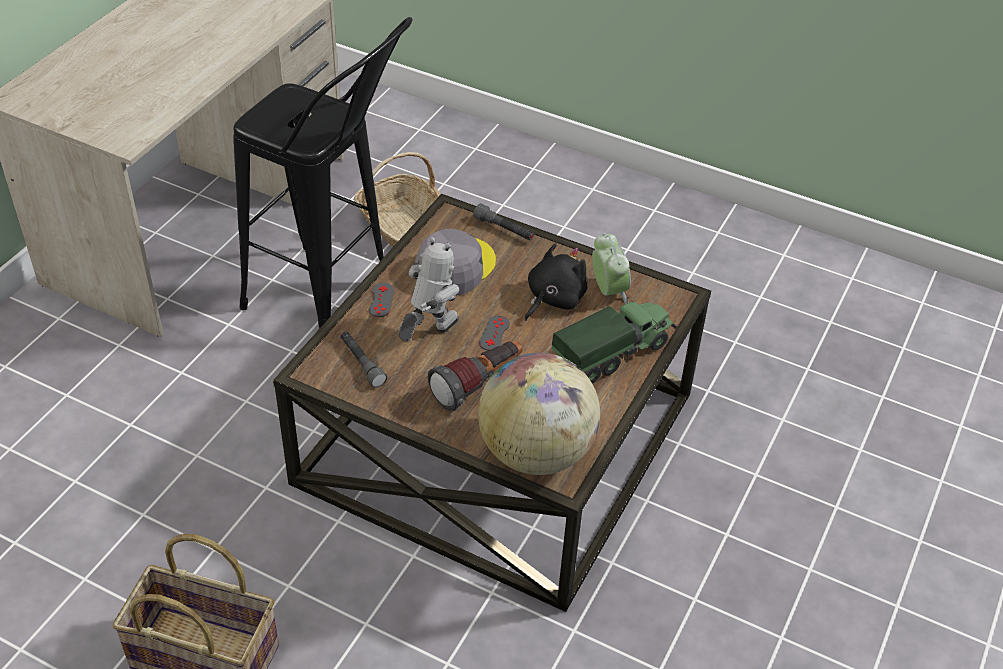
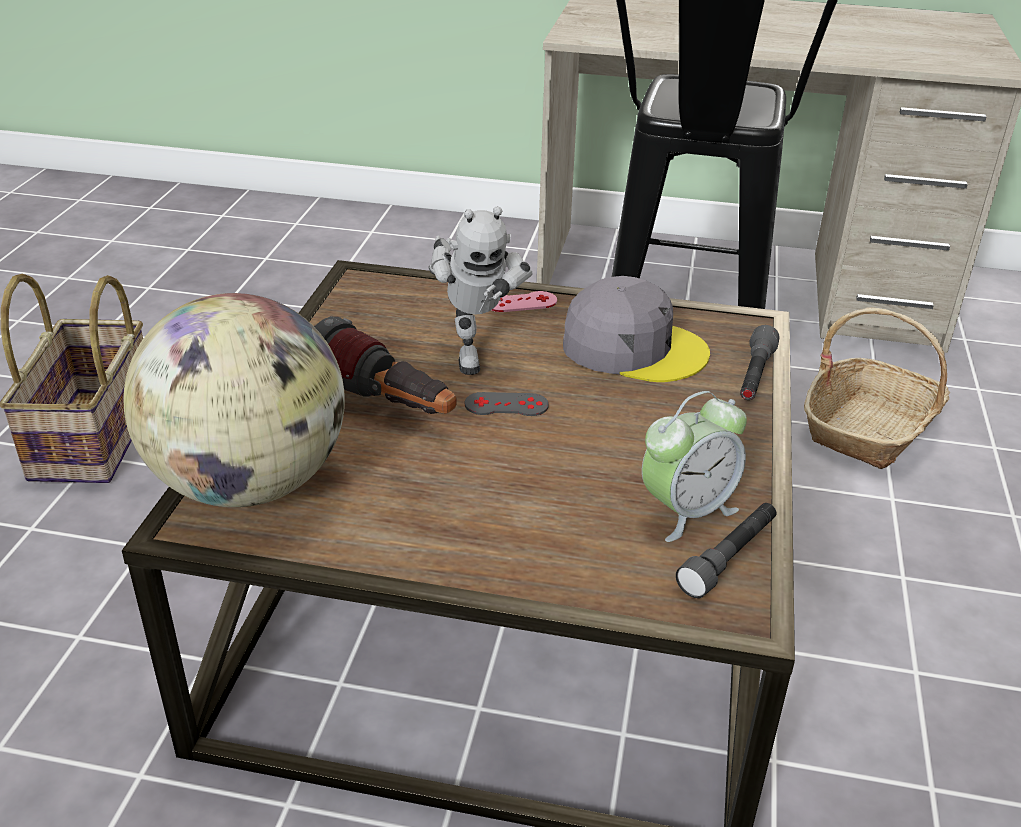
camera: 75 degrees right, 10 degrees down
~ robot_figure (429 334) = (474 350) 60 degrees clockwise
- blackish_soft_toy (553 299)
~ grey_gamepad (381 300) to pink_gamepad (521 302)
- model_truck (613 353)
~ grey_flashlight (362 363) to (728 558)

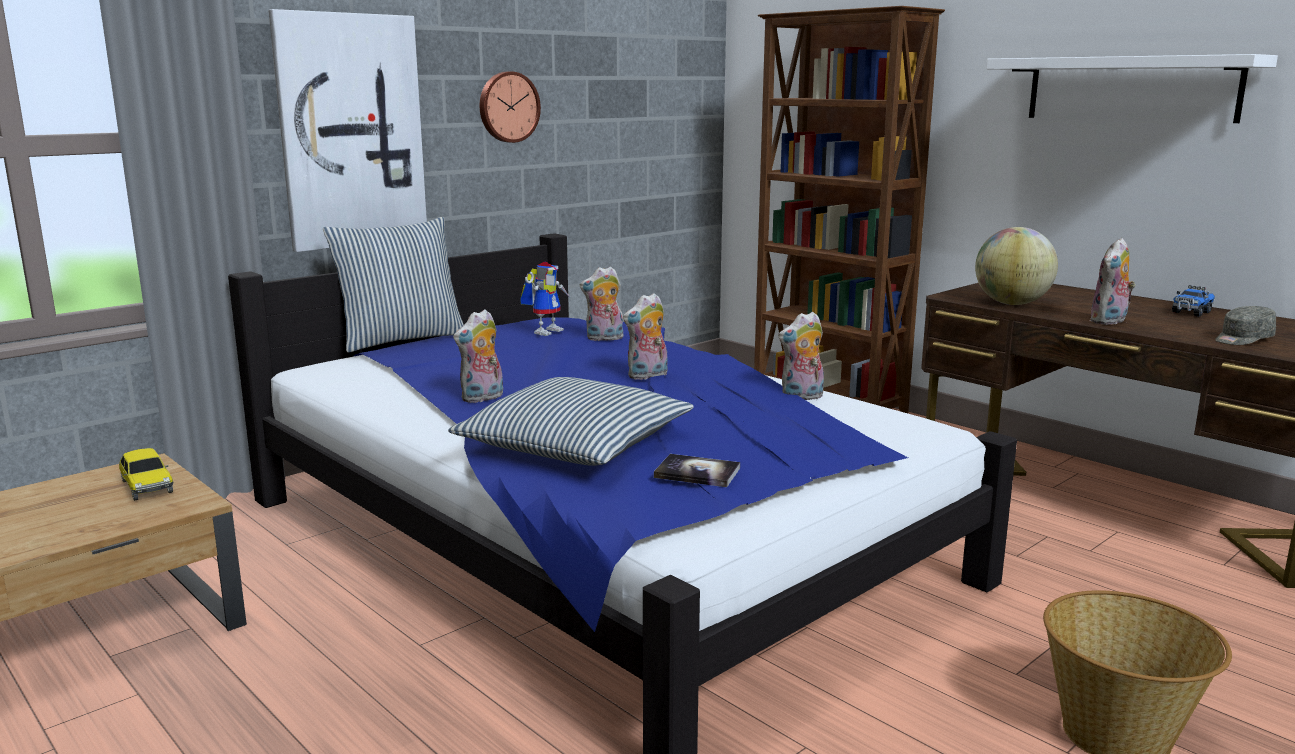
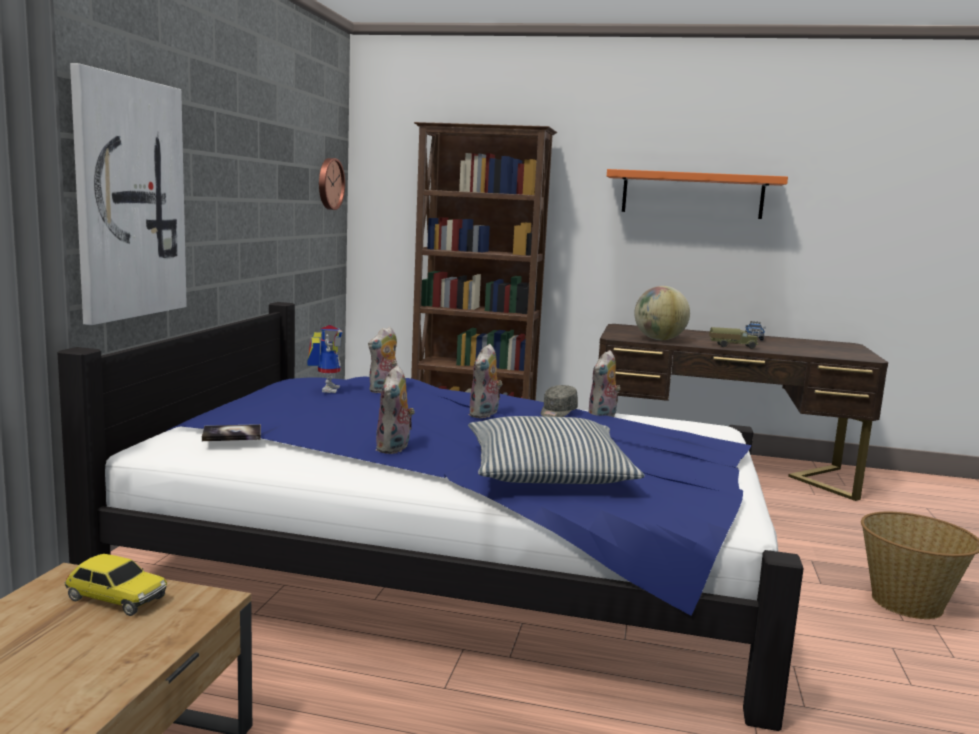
camera: 35 degrees left, 5 degrees down
~ white-coloured_wall_shelf (1131 89) to orange_wall_shelf (692 195)
~ wall_clock (508 107) to (329 183)
- pillow (401 340)
~ soft_toy (1109 321) to model_truck (732 346)
~ grey_baseball_cap (1242 339) to (557 412)
~ volume (697 473) to (232 434)

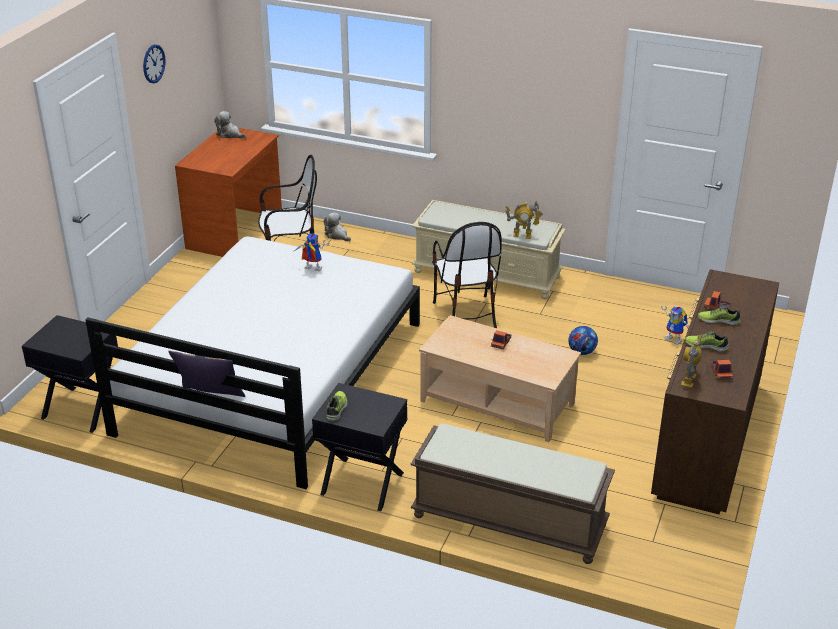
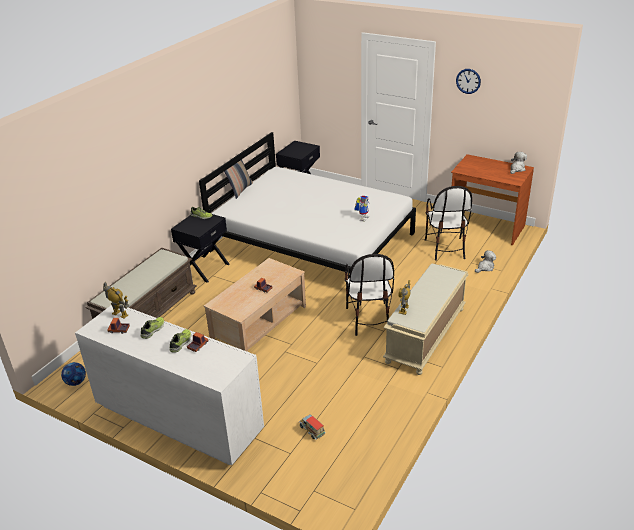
camera: 100 degrees right, 0 degrees up
~ upright_chair (466 314) = (369 319) 90 degrees counterclockwise
~ brown-coloured_dresser (706 440) to white-coloured_dresser (178 419)
~ robot_figure (675 339) to model_truck (312 431)
~ football (582 352) to (76 382)

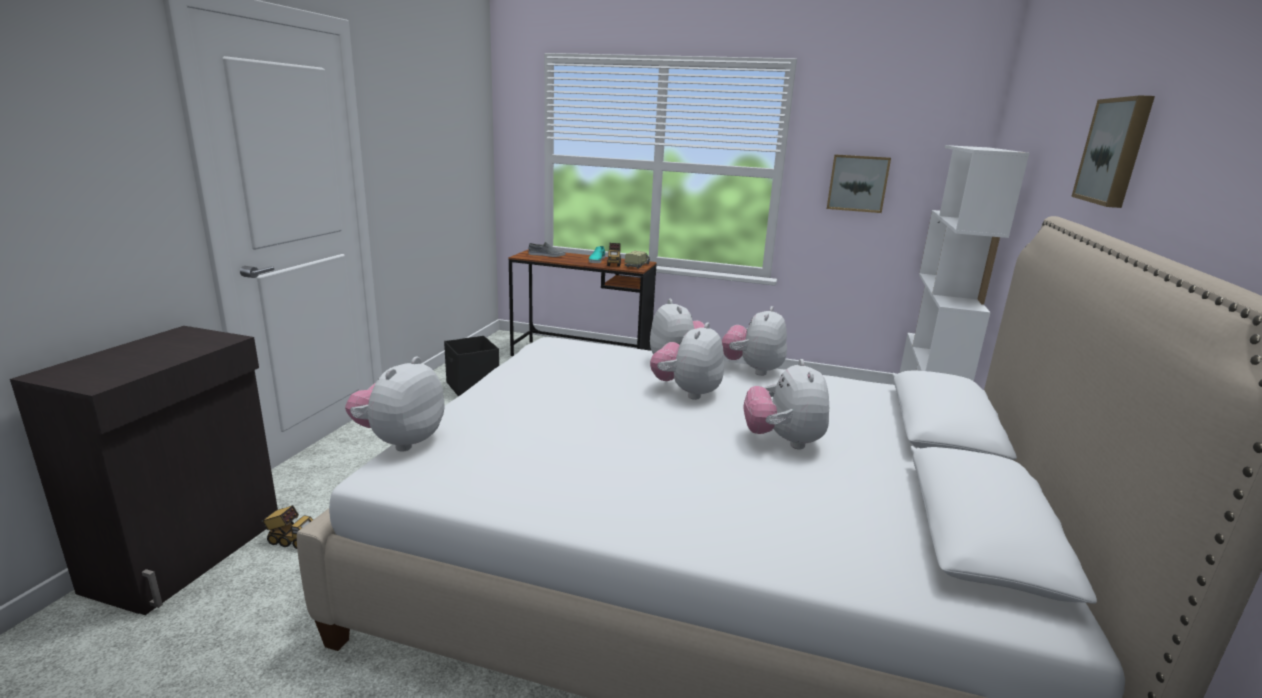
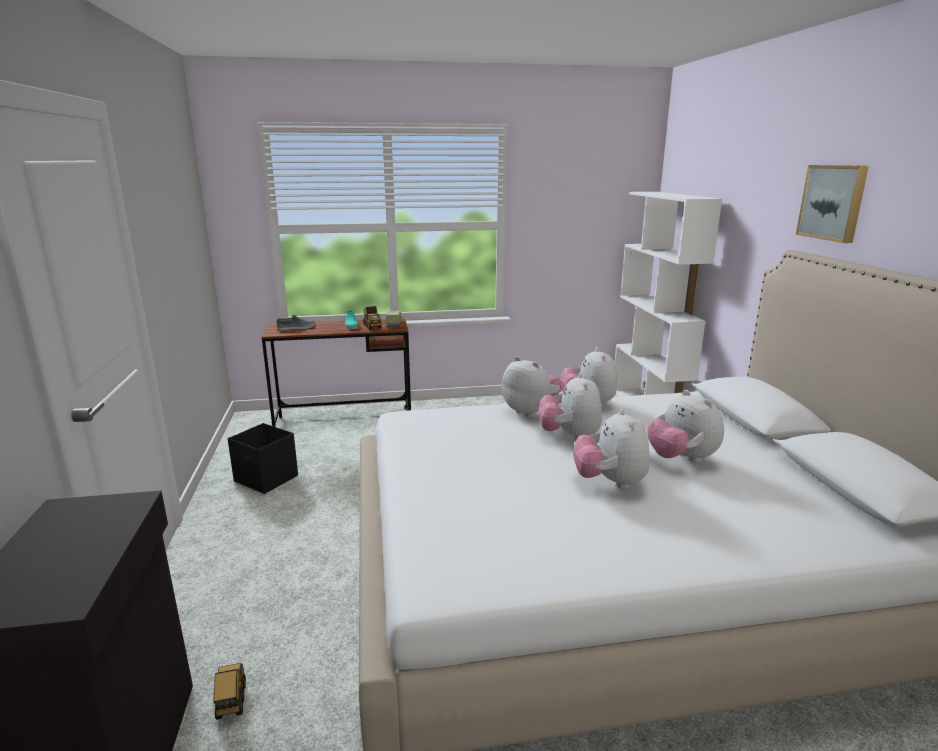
camera: 25 degrees left, 0 degrees up
- wall_picture (857 183)
~ soft_toy (400 441) to (610 482)
~ model_truck (292 541) = (231 702) 90 degrees counterclockwise

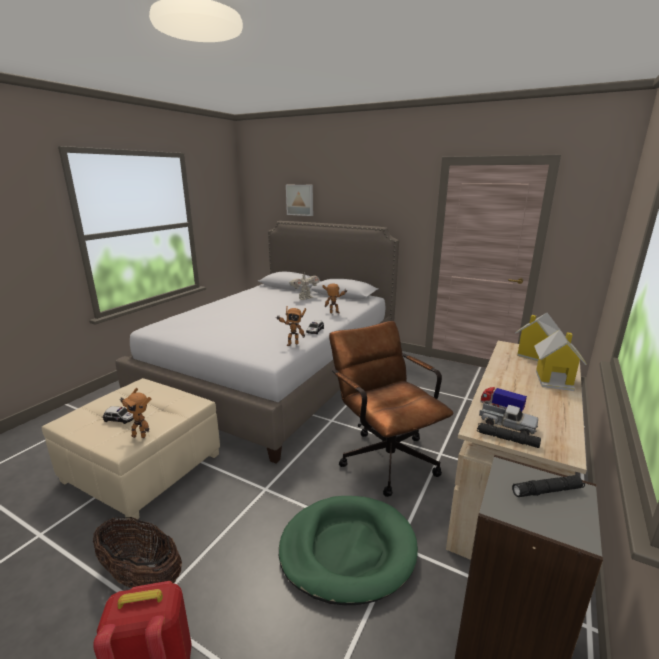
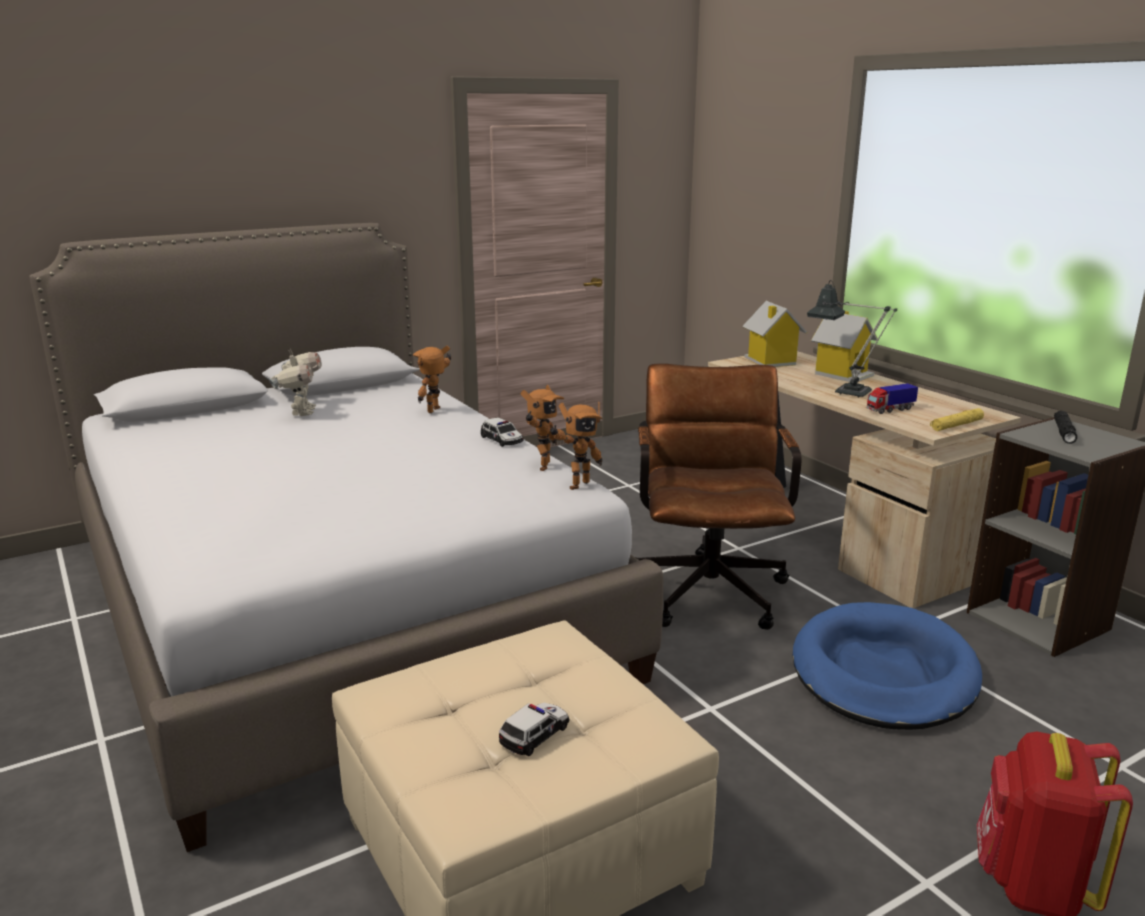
camera: 60 degrees left, 0 degrees up
- wall_picture (300 200)
~ brown-coloured_computer_chair (384 455) = (708 586) 90 degrees clockwise
~ robot_figure (140 435) to (576 484)
- model_truck (506 424)
~ blackish_flashlight (507 439) to yellowish_flashlight (956 425)
~ green_pet_bed (347 550) to bluish_pet_bed (883 673)
- household_basket (142 576)
+ lamp_for_a_table (844 391)

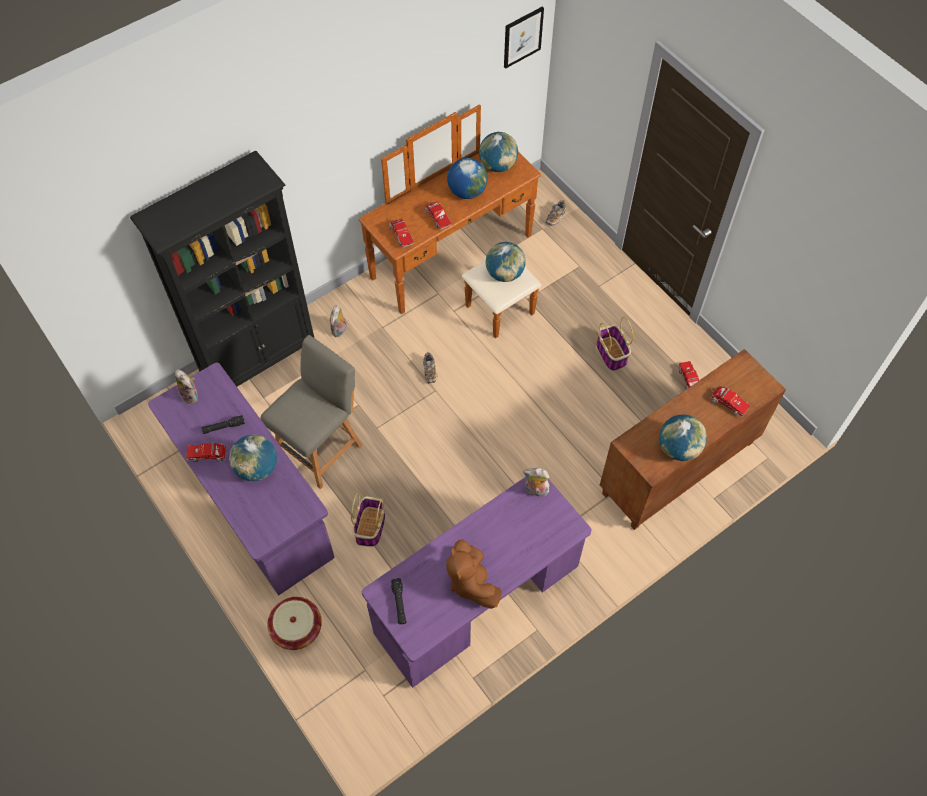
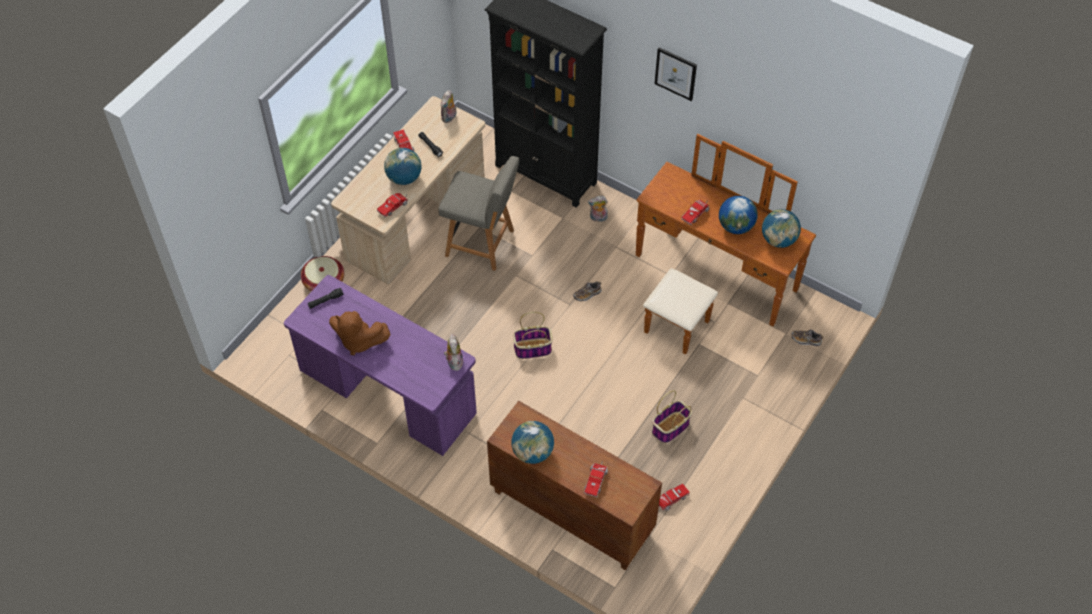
camera: 70 degrees right, 5 degrees down
~ wall_picture (522 37) to (675 73)
~ model_truck (400 234) to (394 207)
- world_globe (504 274)
~ purple-coloured_desk_table (254 503) to beige-coloured_desk_table (416 219)
~ household_basket (370 527) to (532 349)
~ brown-coloured_soft_toy (471 581) = (358 341) 120 degrees counterclockwise

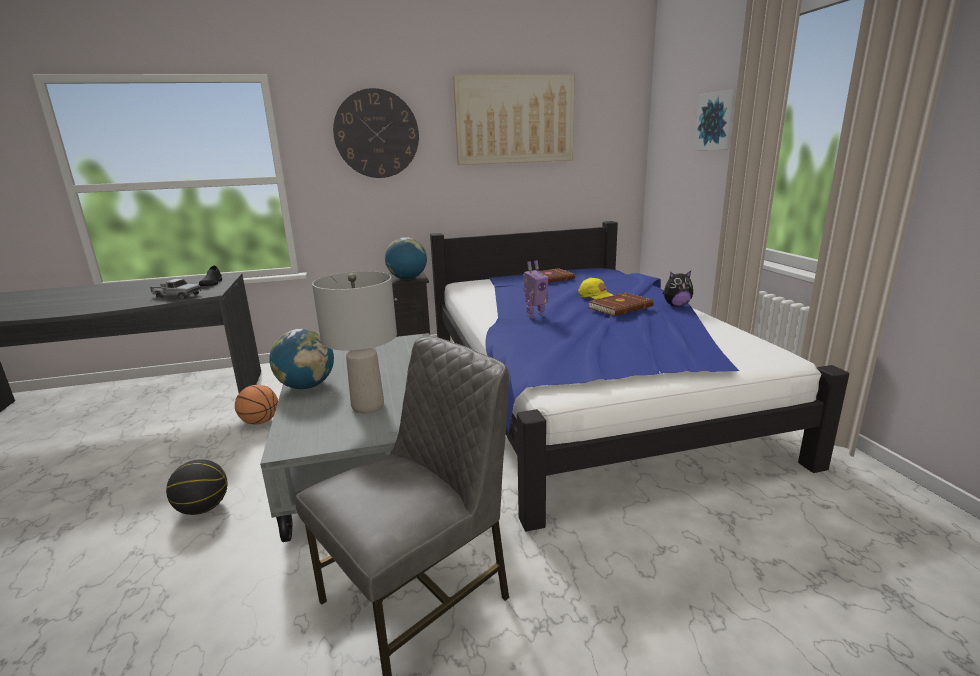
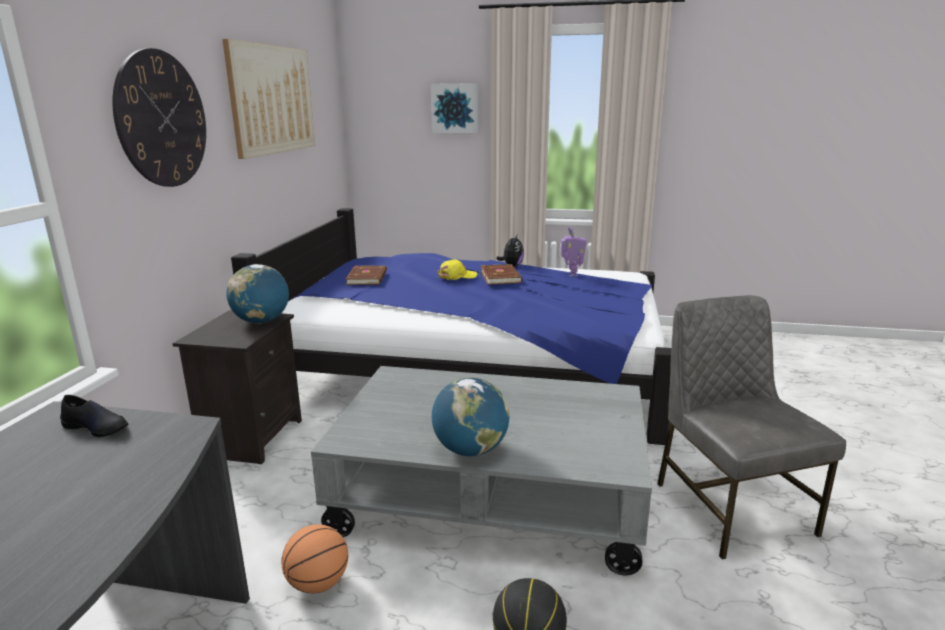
camera: 65 degrees left, 0 degrees up
~ robot_figure (535 316) to (571 274)
- grey_lamp_for_a_table (368 406)
- model_truck (176 296)

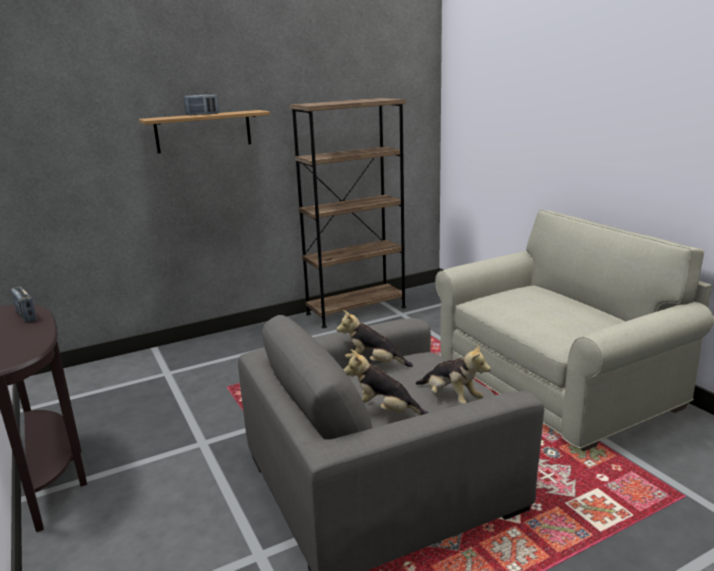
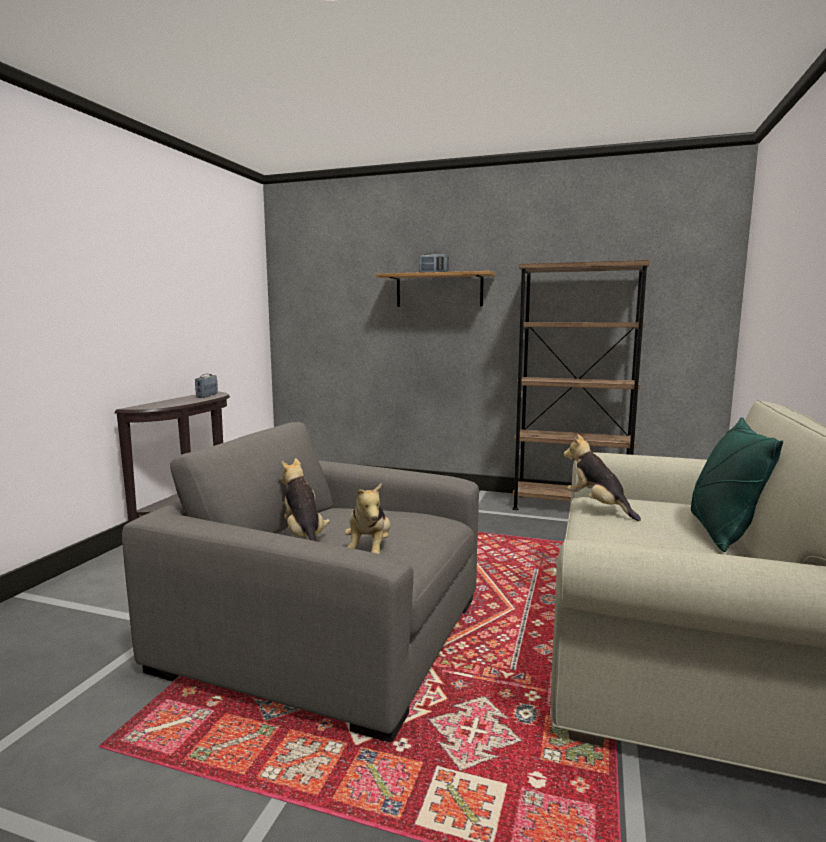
camera: 45 degrees right, 10 degrees down
~ soft_toy (373 363) to (598 506)
+ green_pillow (722 533)

